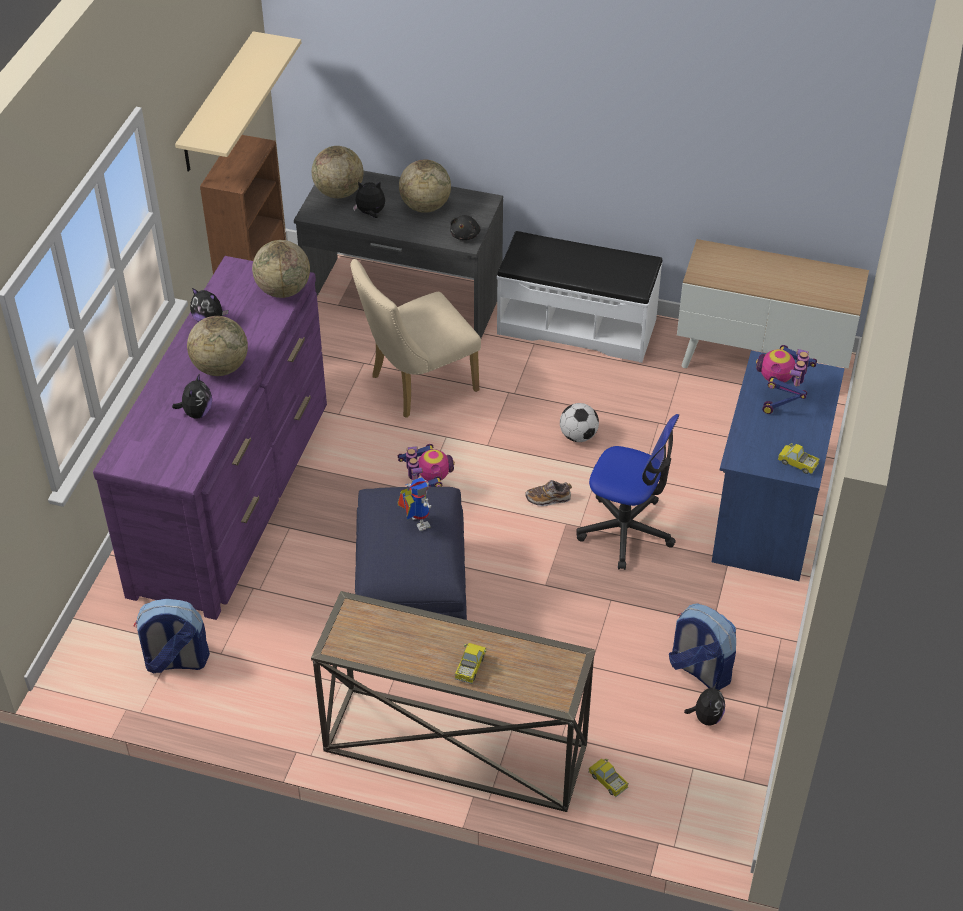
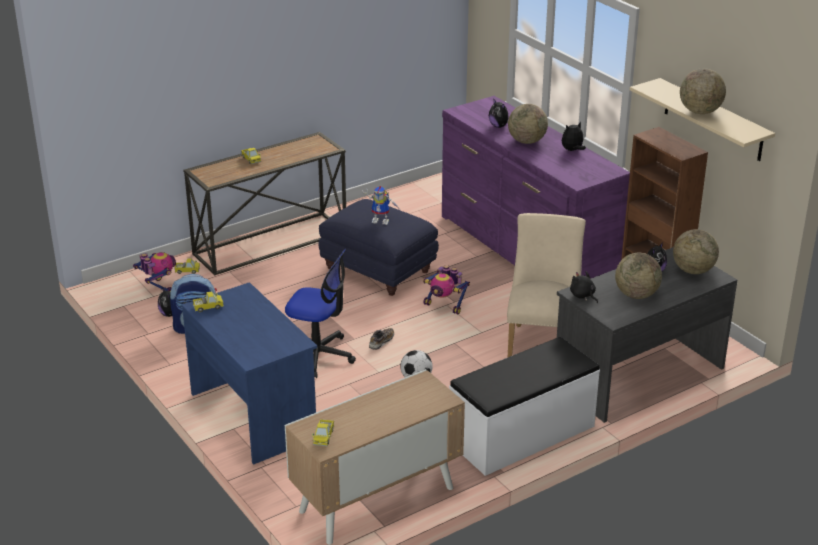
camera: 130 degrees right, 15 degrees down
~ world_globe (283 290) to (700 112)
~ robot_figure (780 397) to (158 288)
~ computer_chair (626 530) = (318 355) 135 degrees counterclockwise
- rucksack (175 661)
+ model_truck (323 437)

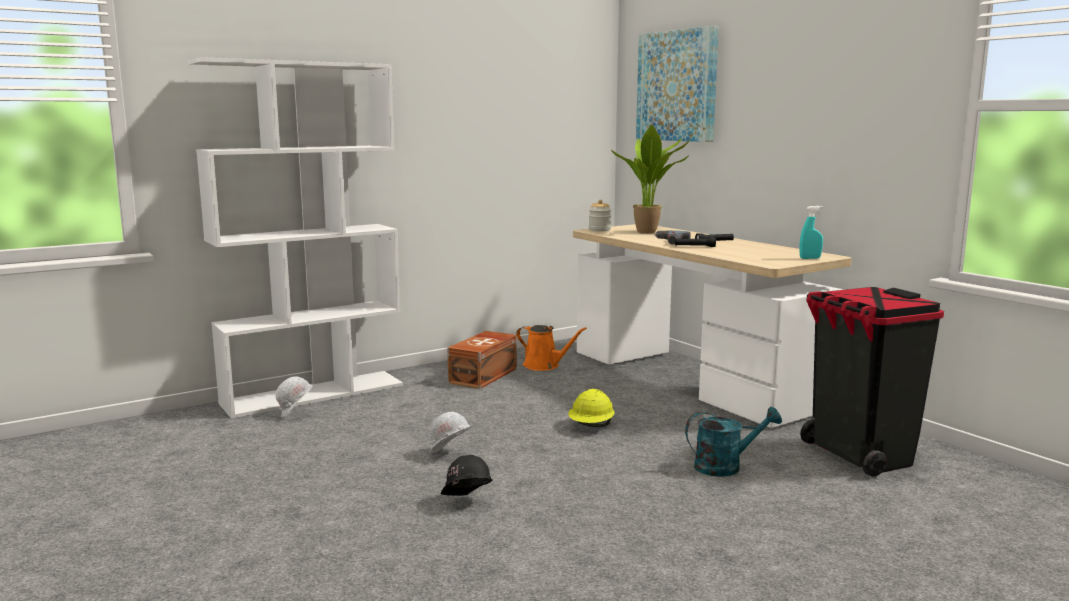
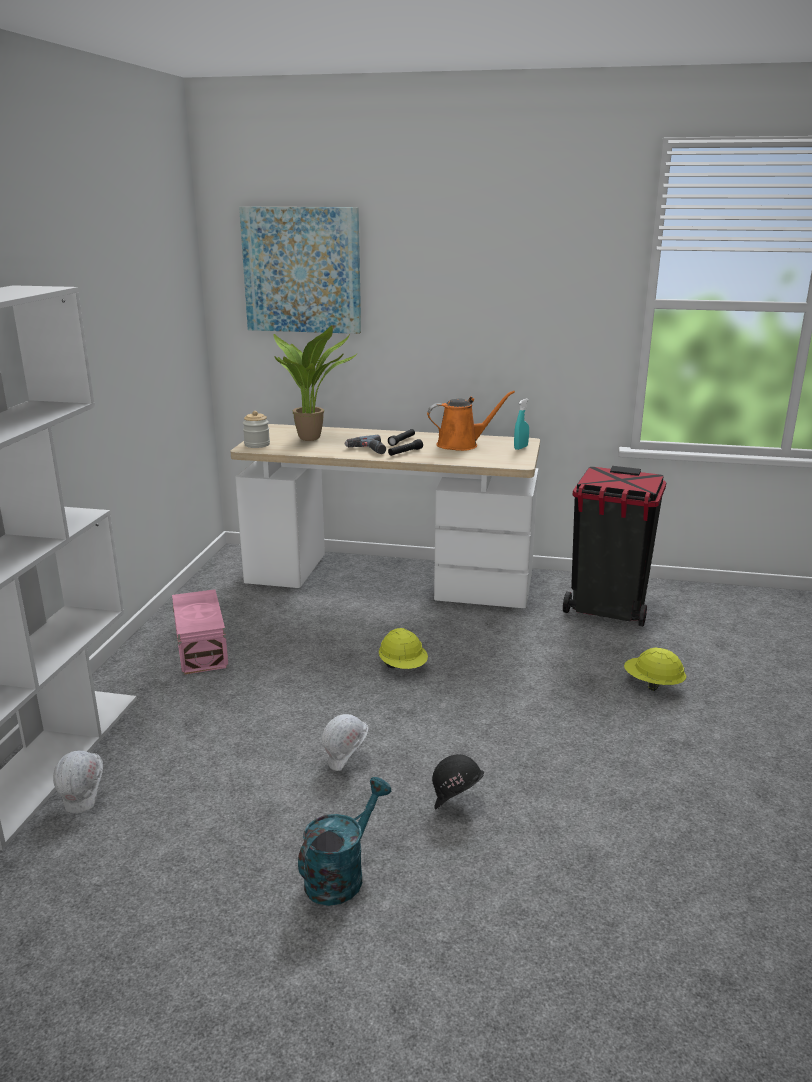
camera: 45 degrees left, 10 degrees up
~ orange_watering_pot (544 366) to (461 444)
~ brown-coloured_storage_bin (485 375) to pink_storage_bin (202 648)
~ blue-green_watering_pot (725 466) to (341 874)
+ yellowish_work_helmet (652 684)

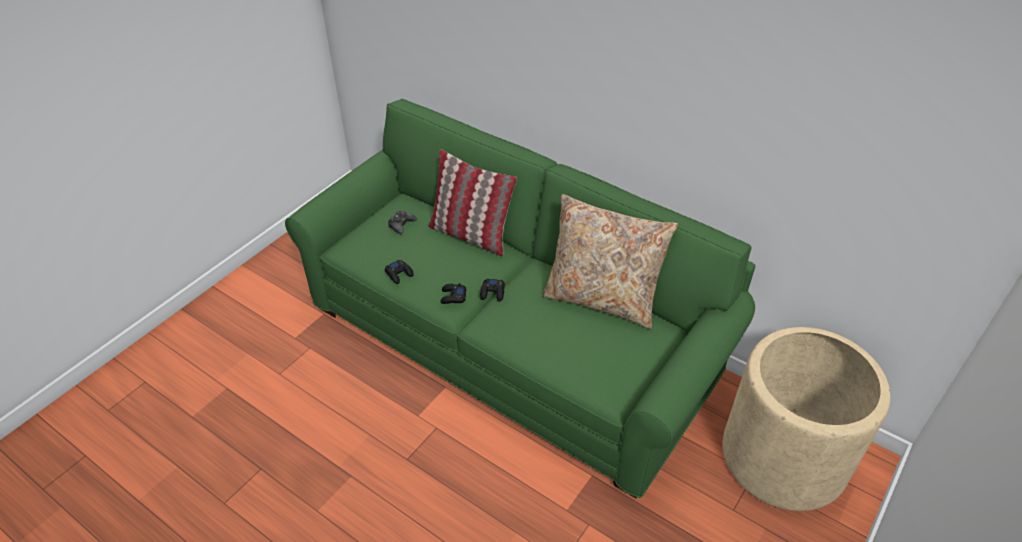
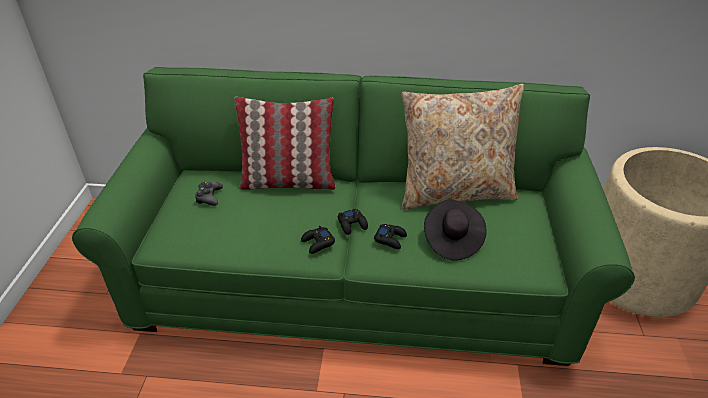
camera: 30 degrees left, 5 degrees down
~ blackish_gamepad (399 274) to (390 239)
+ blackish_hat (452 240)

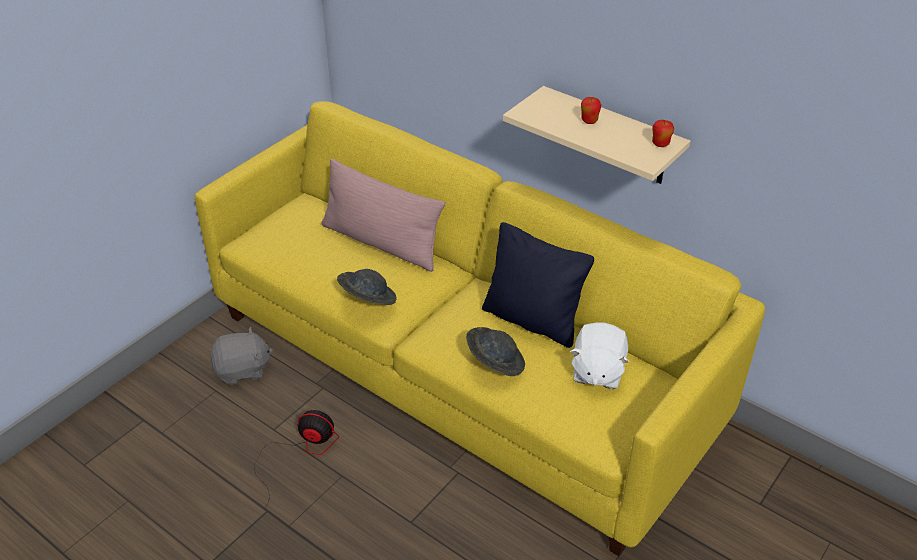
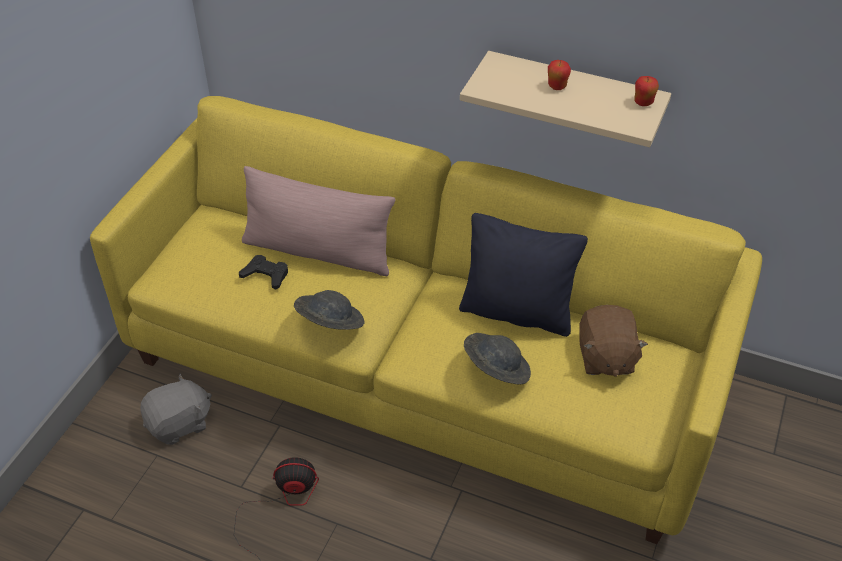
camera: 15 degrees left, 5 degrees up
~ white-coloured_soft_toy (597 371) to brown-coloured_soft_toy (605 357)
+ blackish_gamepad (266 275)

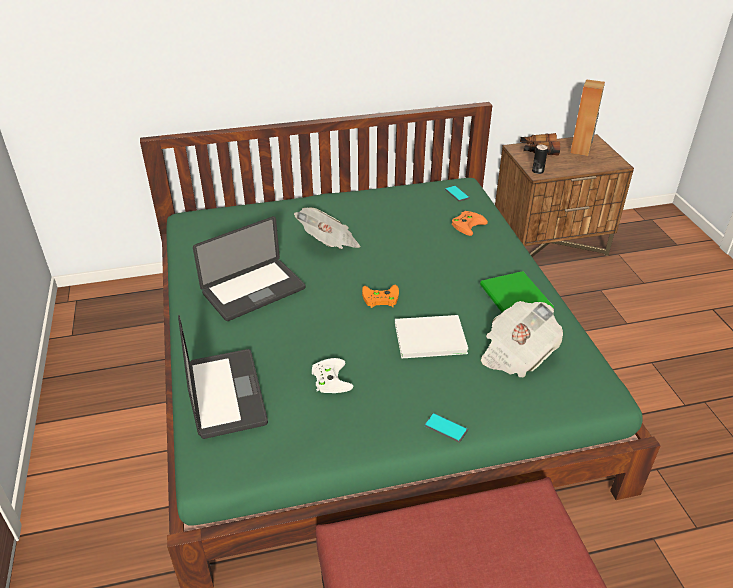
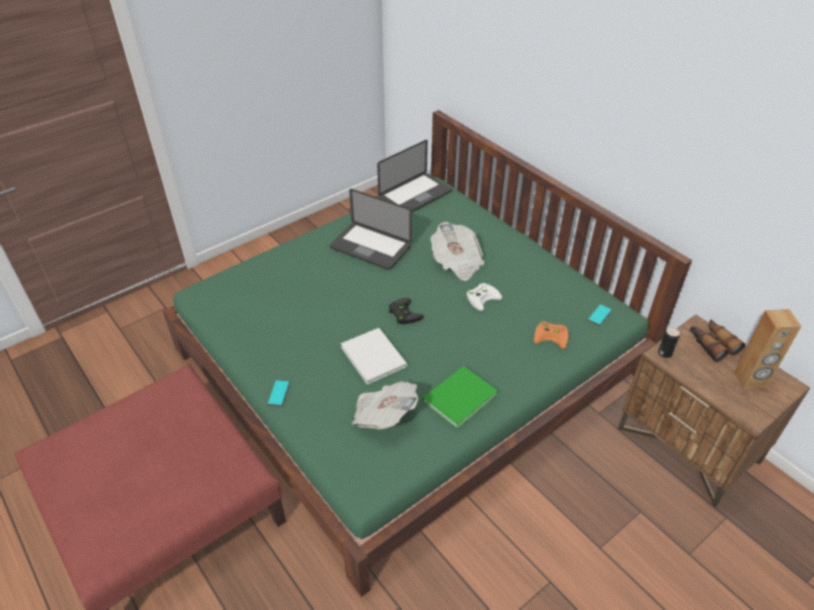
camera: 65 degrees right, 5 degrees up
~ orange_gamepad (379 298) to blackish_gamepad (403 313)
~ portable_computer (226 394) to (415 195)
~ white-coloured_gamepad (329 378) to (482 297)

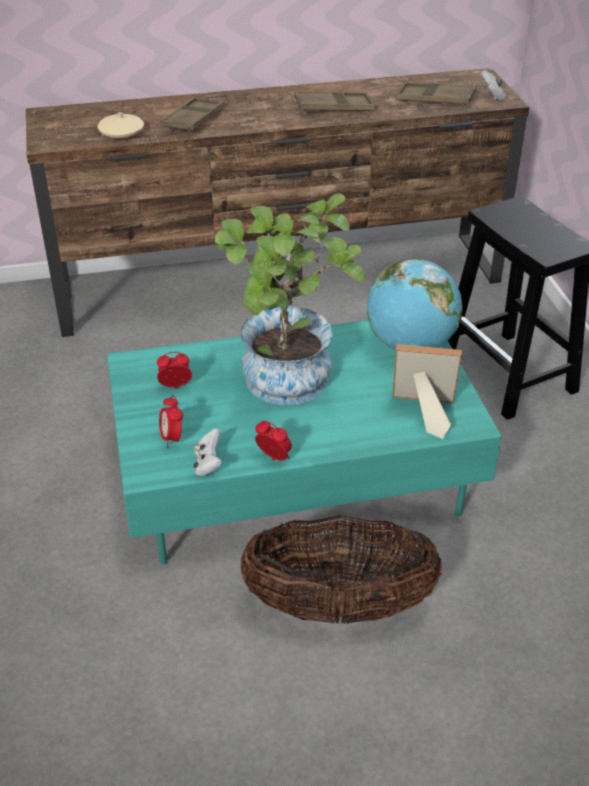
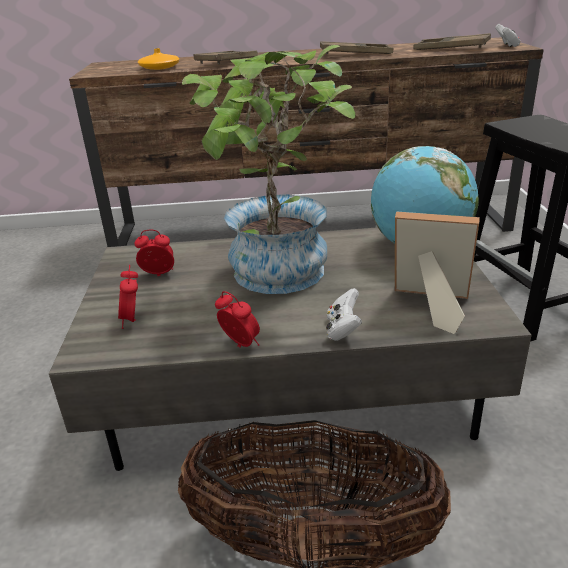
camera: 10 degrees right, 10 degrees down
~ beige-coloured_vase (121 133) to orange_vase (159 68)
~ blue-green_lounge_table (293 476) to grey_lounge_table (287 384)
~ white-coloured_gamepad (208 464) to (343 329)

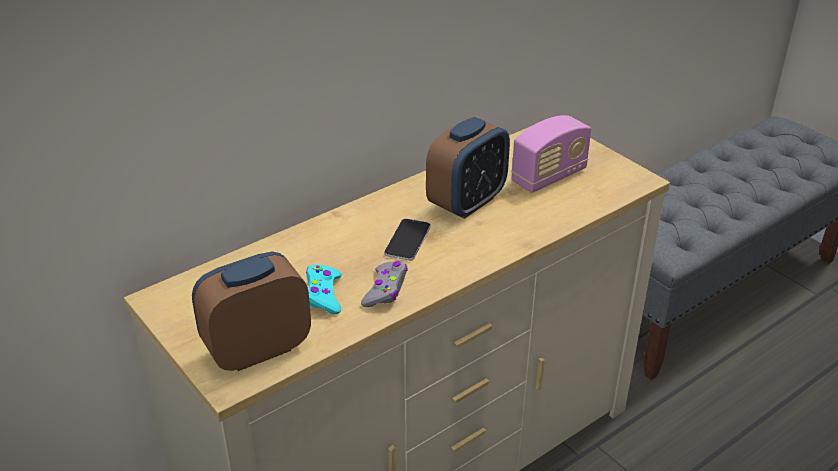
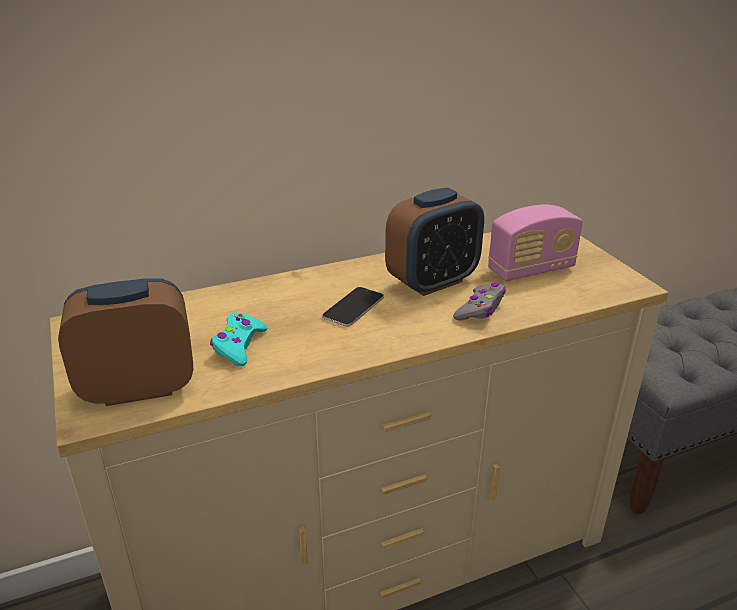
camera: 15 degrees right, 5 degrees down
~ grey_gamepad (385 290) to (480 309)

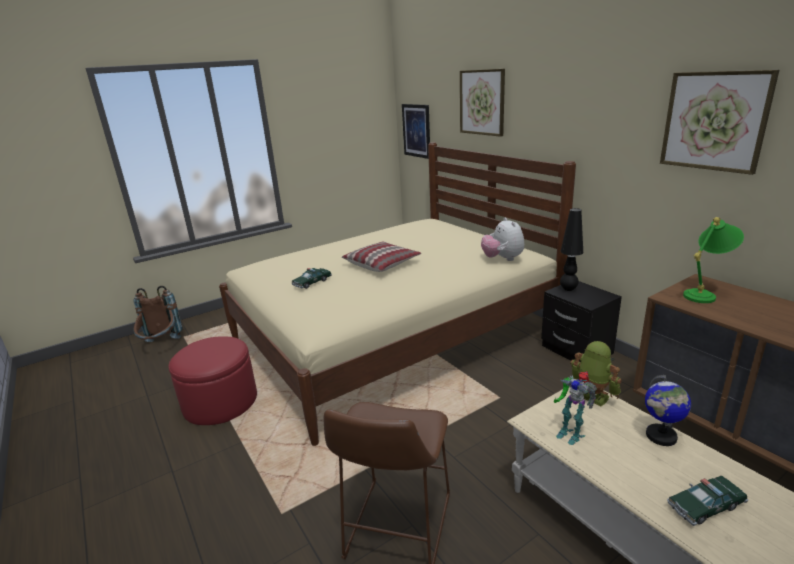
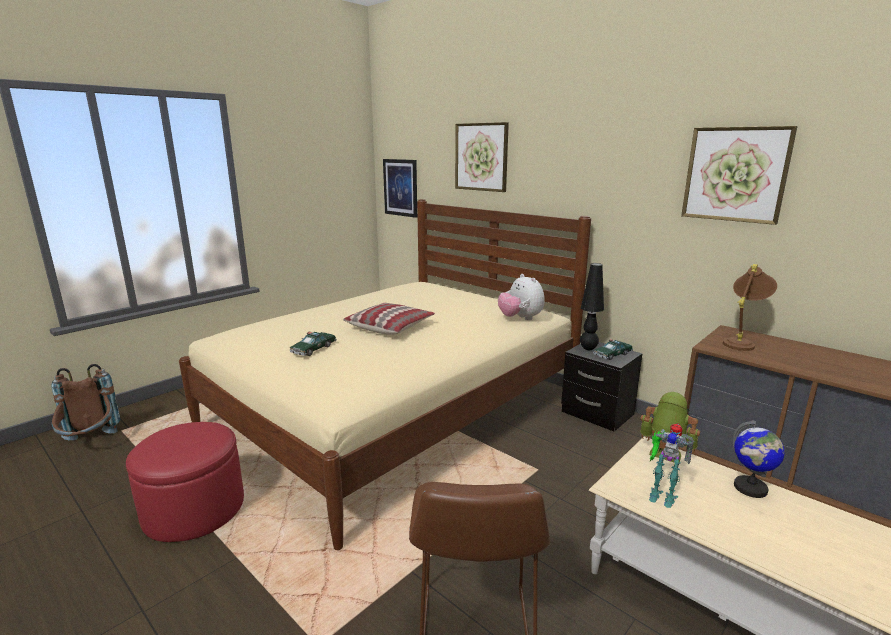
camera: 15 degrees left, 5 degrees down
~ green_lamp_for_a_table (705 294) to brown-coloured_lamp_for_a_table (742 342)
~ miniature_car (705 506) to (612 354)

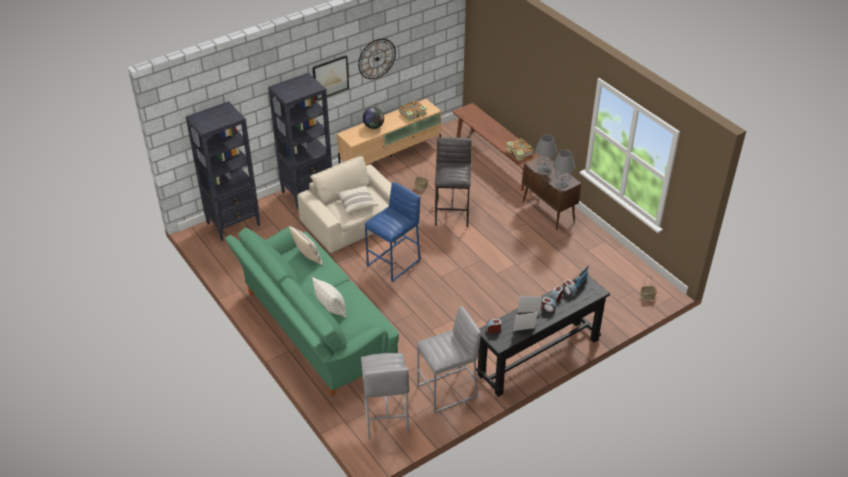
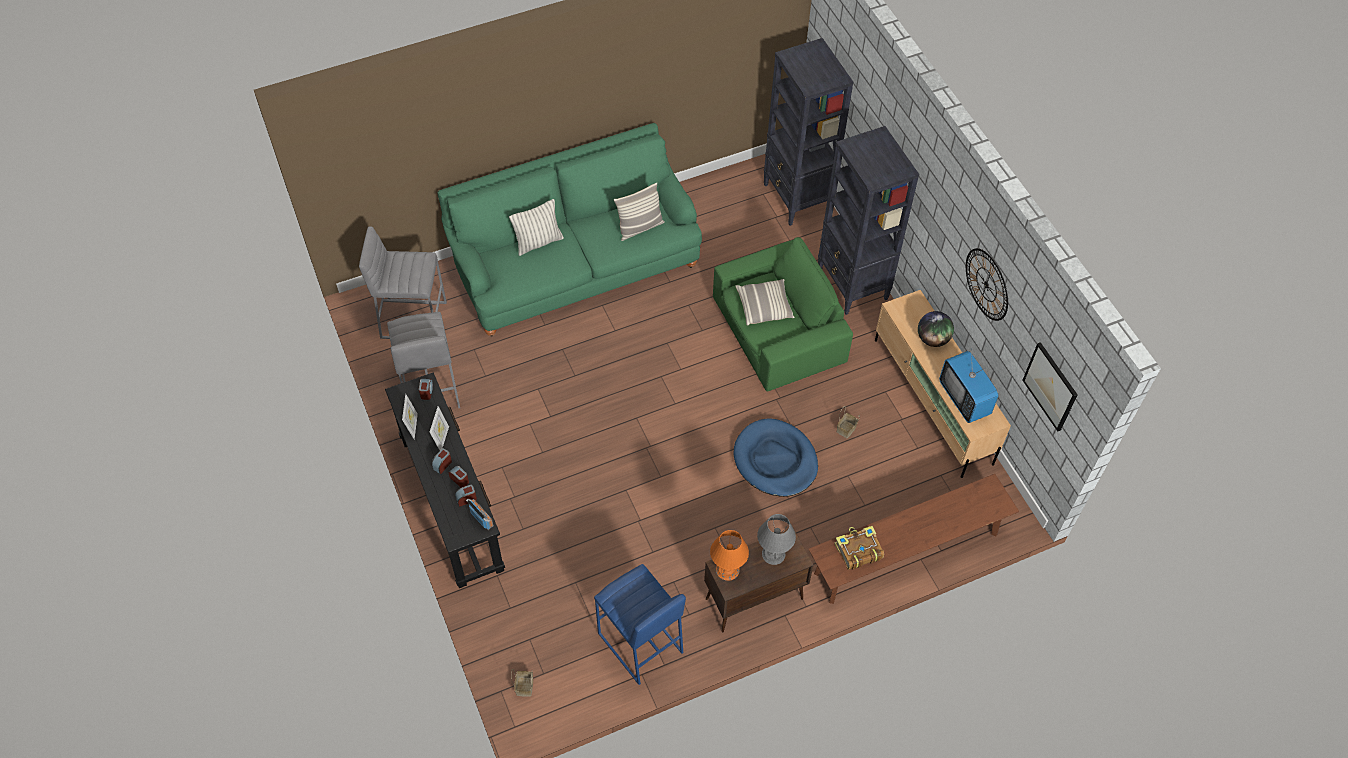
camera: 100 degrees right, 15 degrees up
~ wall_picture (330 77) to (1050 386)
~ volume (413 114) to television (964 399)
~ grey_stool (452 212) to bluish_pet_bed (775 460)
~ grey_lamp_for_a_table (562 184) to orange_lamp_for_a_table (727 570)
~ beige-coloured_armchair (352 221) to green_armchair (777 330)
~ bluish_stool (394 263) to (640 644)

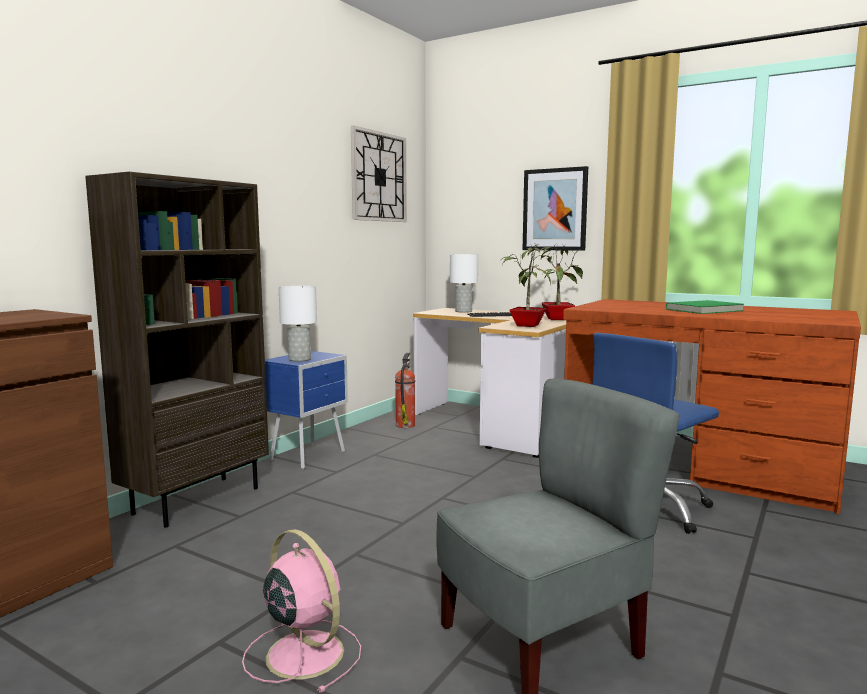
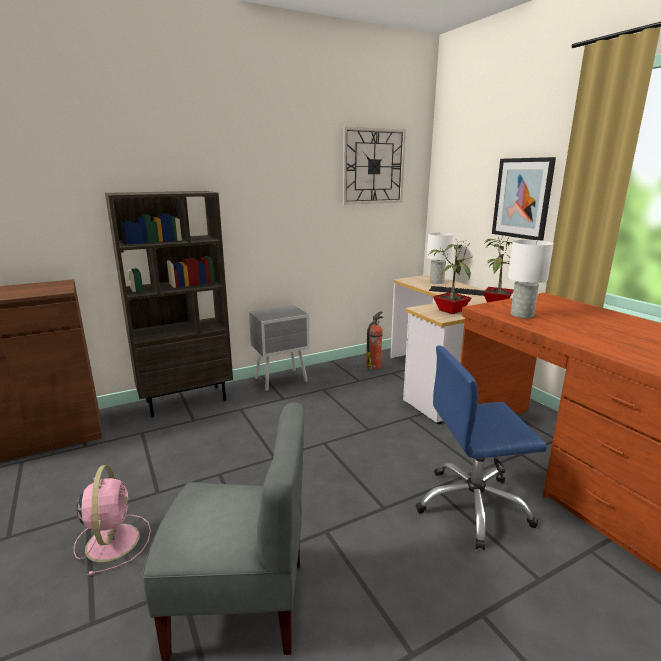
camera: 30 degrees right, 10 degrees up
~ white-coloured_lamp_for_a_table (300 359) to (522 315)
- green_volume (705 310)
~ bluish_bedside_table (309 456) to grey_bedside_table (282 380)

